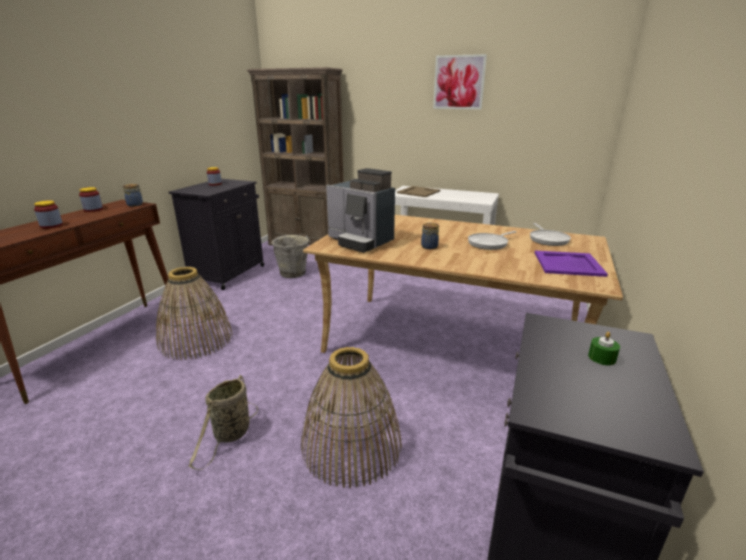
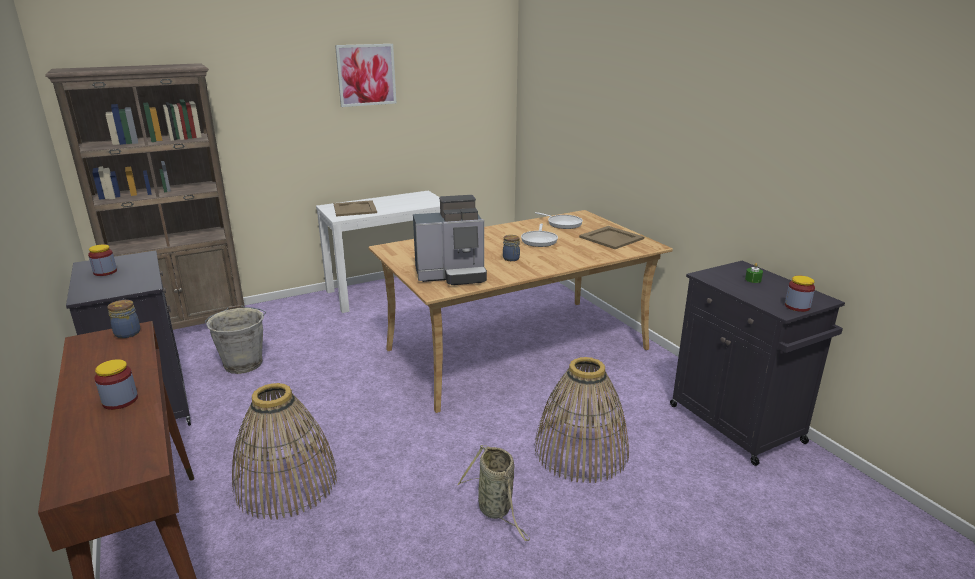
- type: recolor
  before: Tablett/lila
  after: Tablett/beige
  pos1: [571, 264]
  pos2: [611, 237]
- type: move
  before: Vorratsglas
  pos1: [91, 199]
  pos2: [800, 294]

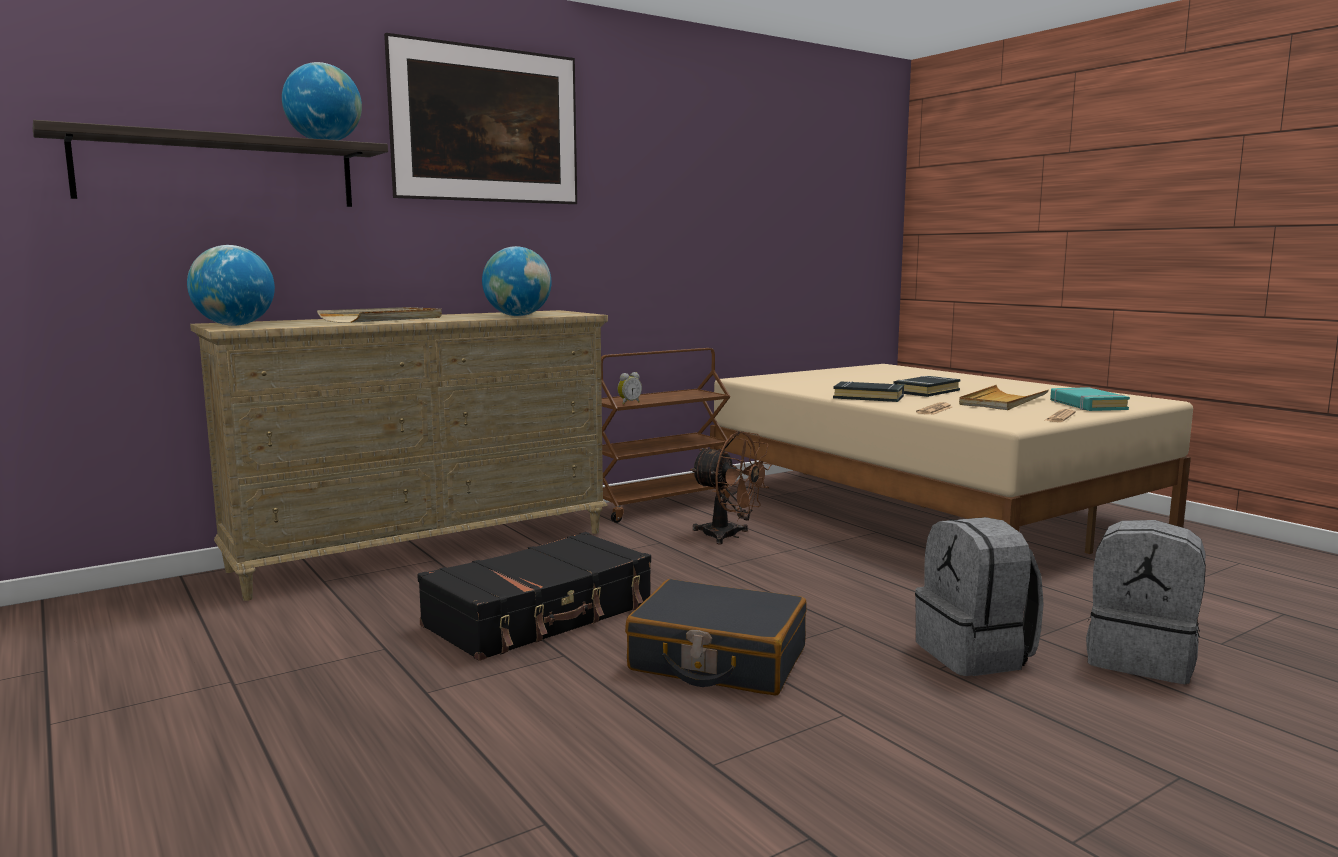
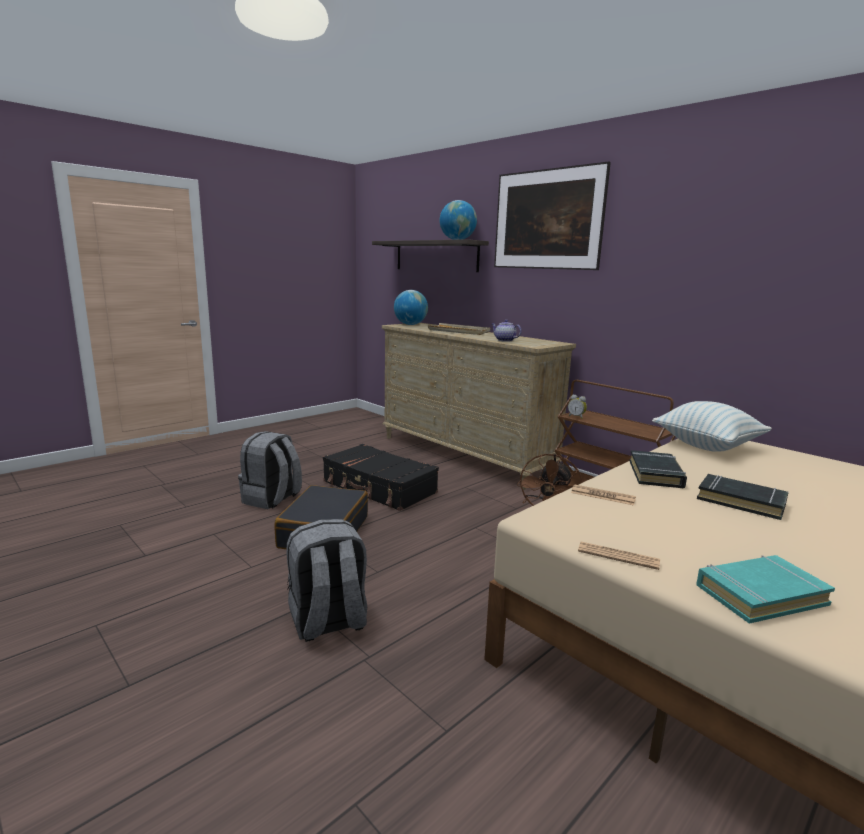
- type: move
  before: Rucksack/grau
  pos1: [1146, 602]
  pos2: [270, 470]
- type: replace
  before: Globus
  after: Teekanne
  pos1: [516, 281]
  pos2: [507, 331]
- type: insert
  after: Kissen
  pos2: [712, 426]
- type: delete
  before: Tablett/beige
  pos1: [1004, 397]

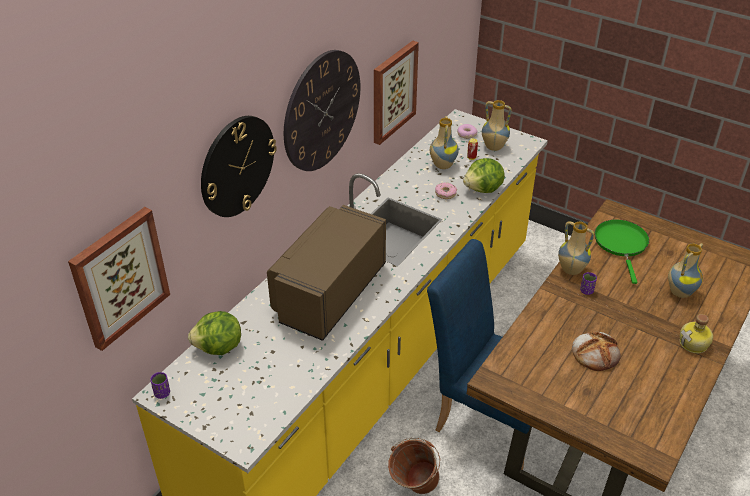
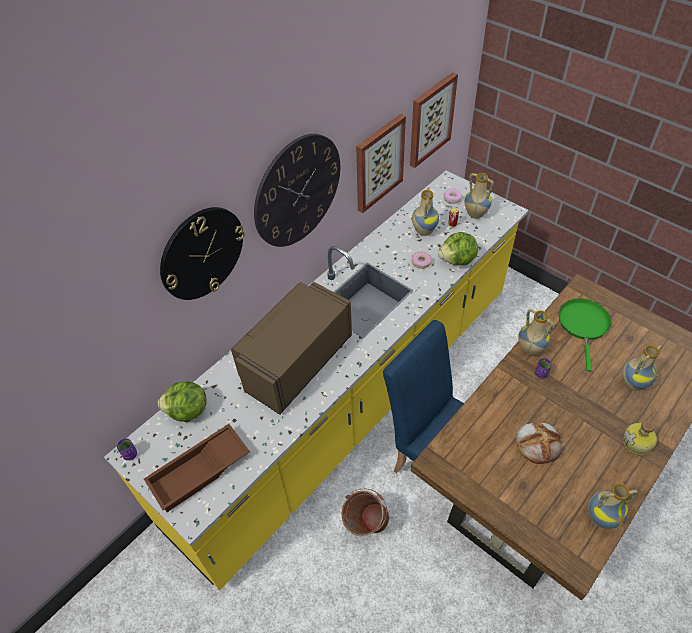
- type: insert
  after: Tablett/braun
  pos2: [197, 468]
- type: move
  before: Bild
  pos1: [119, 279]
  pos2: [434, 120]
- type: insert
  after: Vase
  pos2: [613, 506]

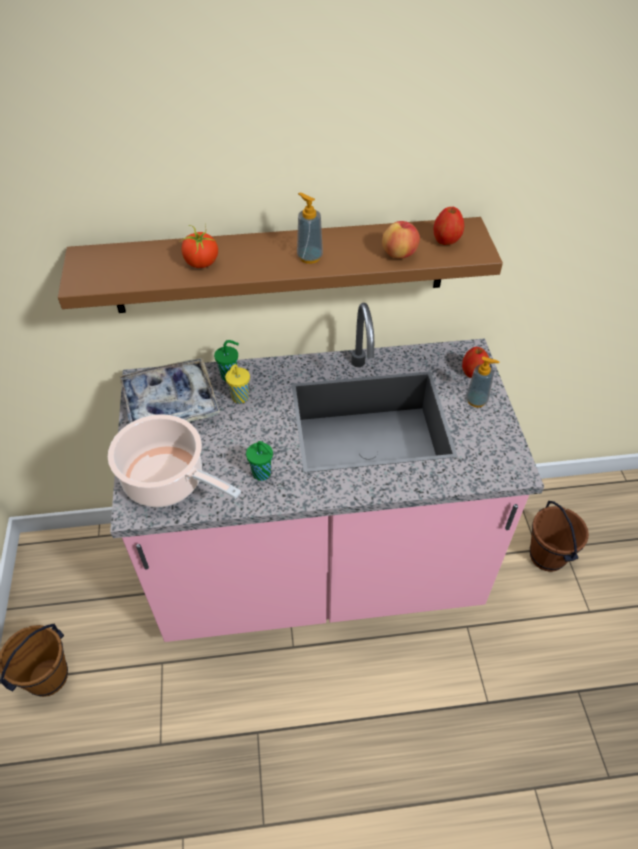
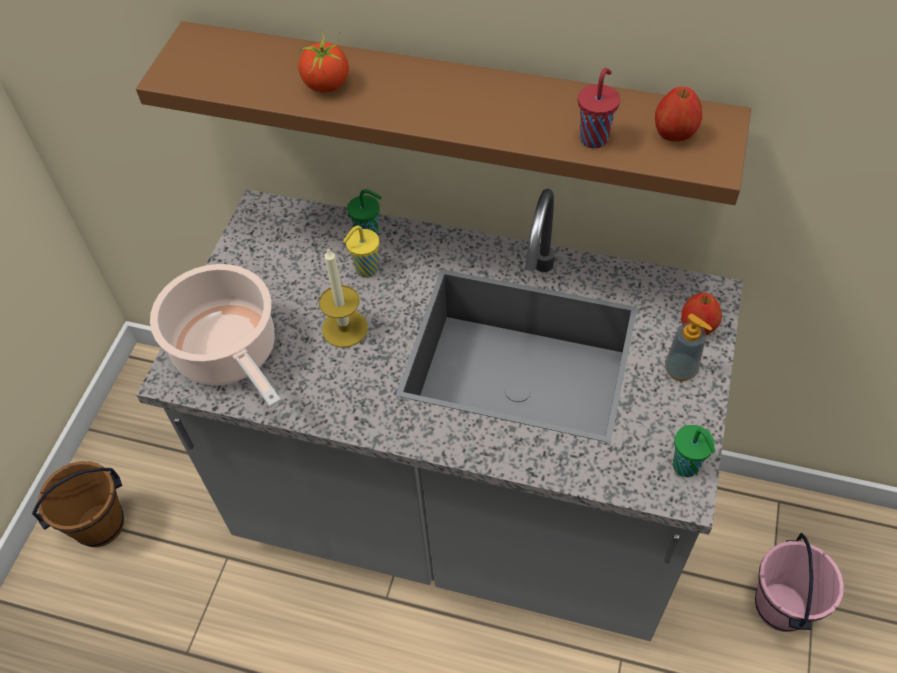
- type: recolor
  before: Küchenzeile/rosa
  after: Küchenzeile/grau
  pos1: [327, 472]
  pos2: [439, 415]
- type: insert
  after: Kerze
  pos2: [343, 298]
- type: replace
  before: Apfel
  after: Tasse/rot
  pos1: [401, 239]
  pos2: [599, 108]
- type: move
  before: Tasse/grün
  pos1: [259, 461]
  pos2: [694, 451]
- type: recolor
  before: Eimer/braun
  after: Eimer/rosa
  pos1: [559, 536]
  pos2: [799, 582]
- type: delete
  before: Tablett
  pos1: [170, 390]
- type: delete
  before: Seifenspender
  pos1: [310, 228]

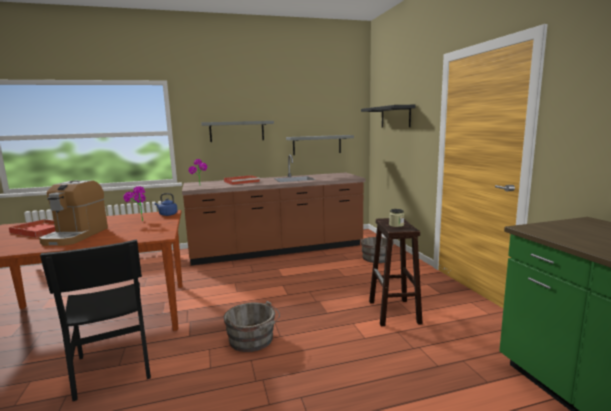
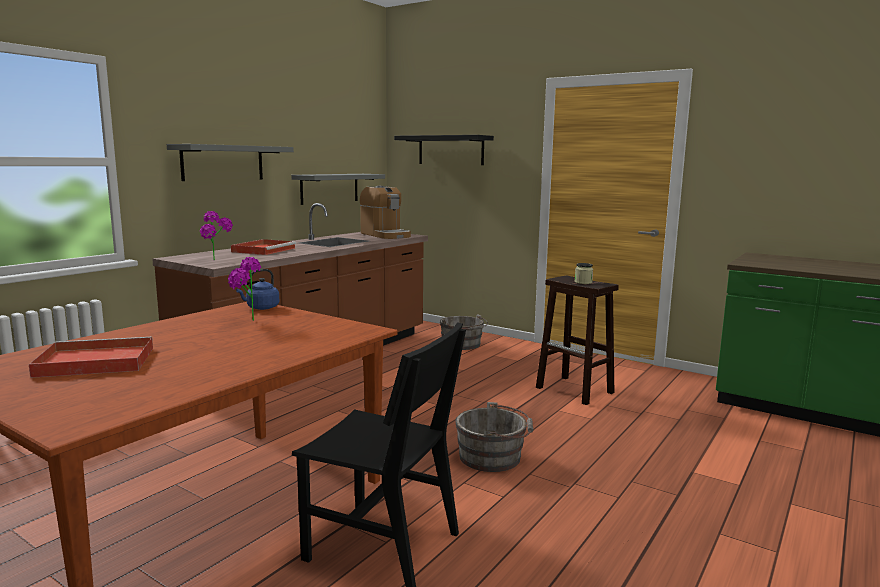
- type: move
  before: Kaffeemaschine
  pos1: [73, 213]
  pos2: [385, 212]

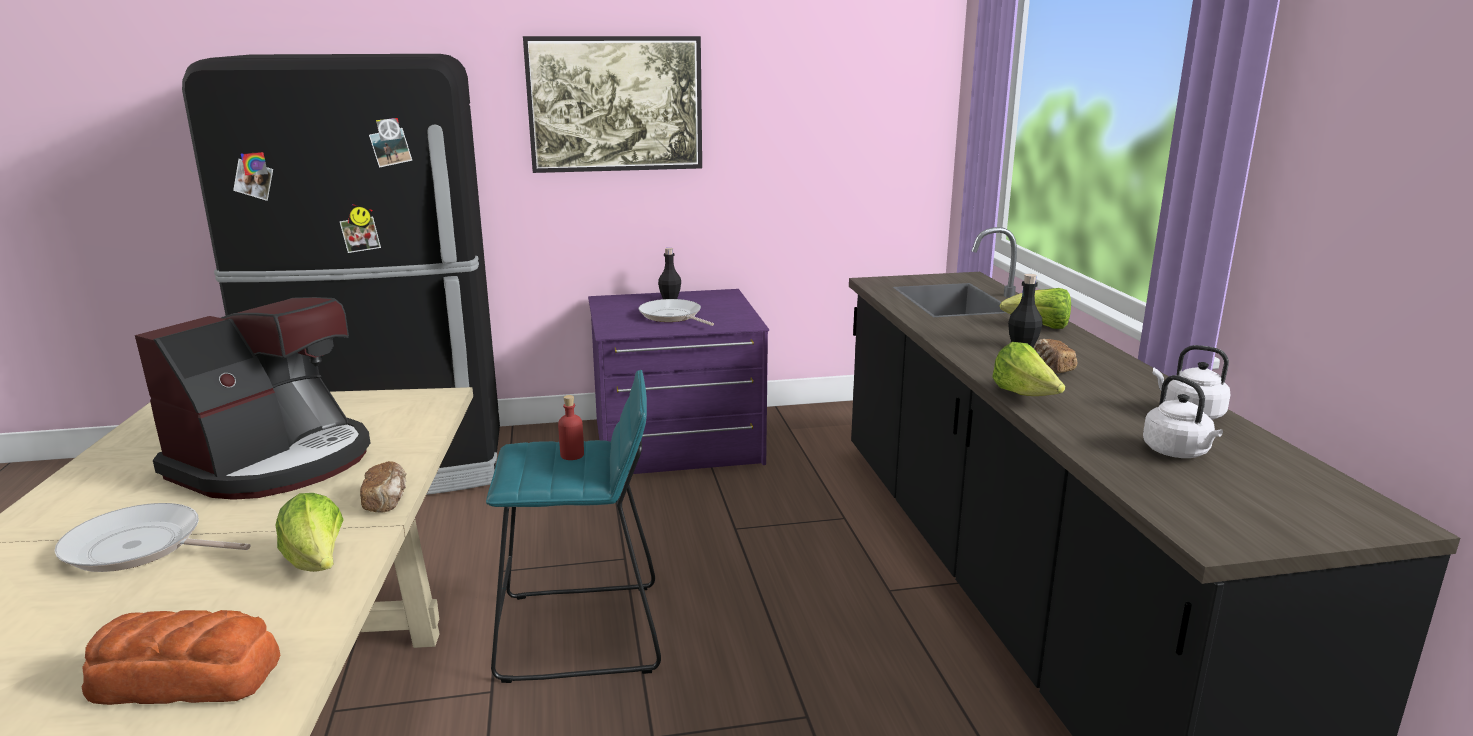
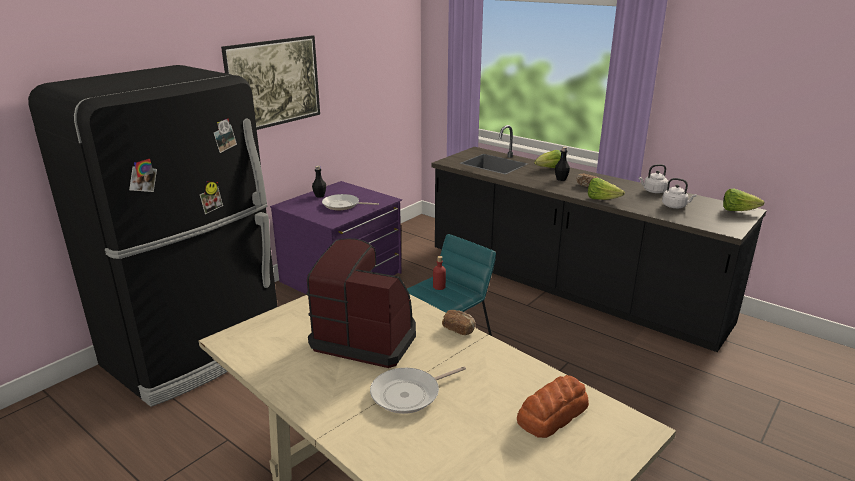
- type: rotate
  before: Kaffeemaschine
  pos1: [253, 398]
  pos2: [361, 303]
  turn: -60
- type: move
  before: Salatkopf
  pos1: [309, 532]
  pos2: [743, 199]

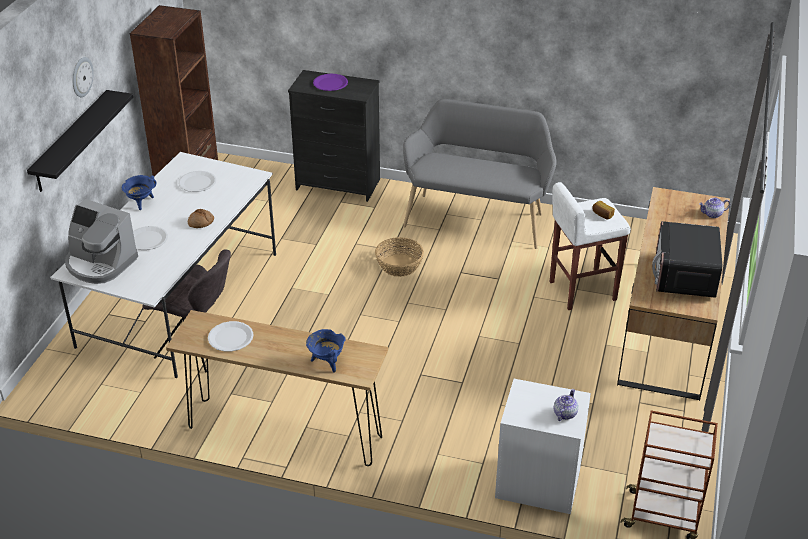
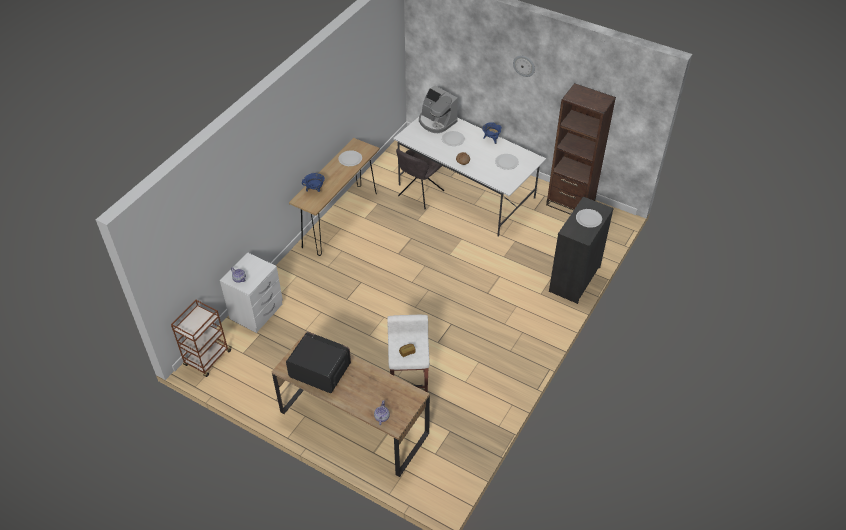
- type: rotate
  before: Kaffeemaschine
  pos1: [101, 241]
  pos2: [438, 109]
  turn: -90
- type: recolor
  before: Teller/lila
  after: Teller/weiß
  pos1: [330, 82]
  pos2: [589, 218]
- type: delete
  before: Wandregal/schwarz
  pos1: [80, 141]
- type: delete
  before: Korb
  pos1: [399, 257]
- type: delete
  before: Bank/grau
  pos1: [480, 174]

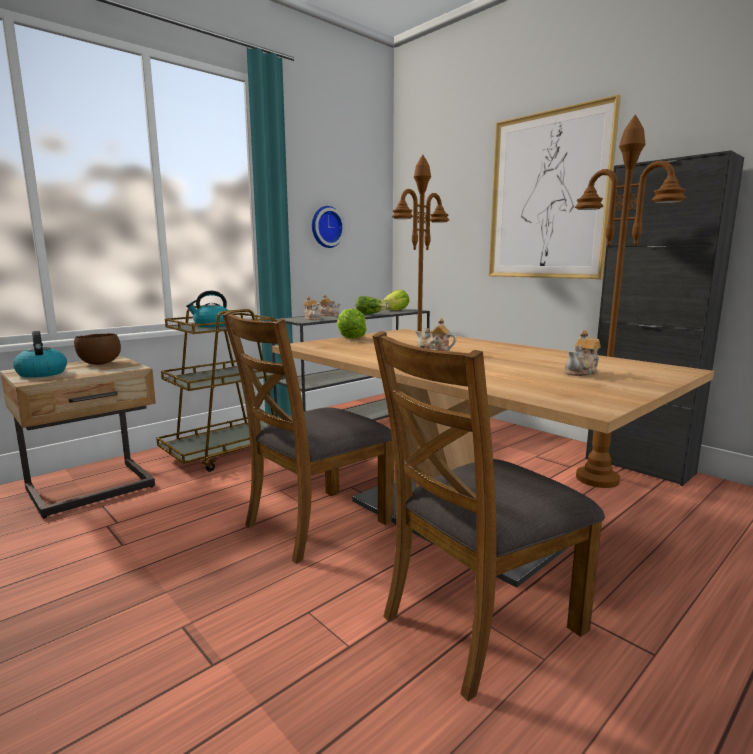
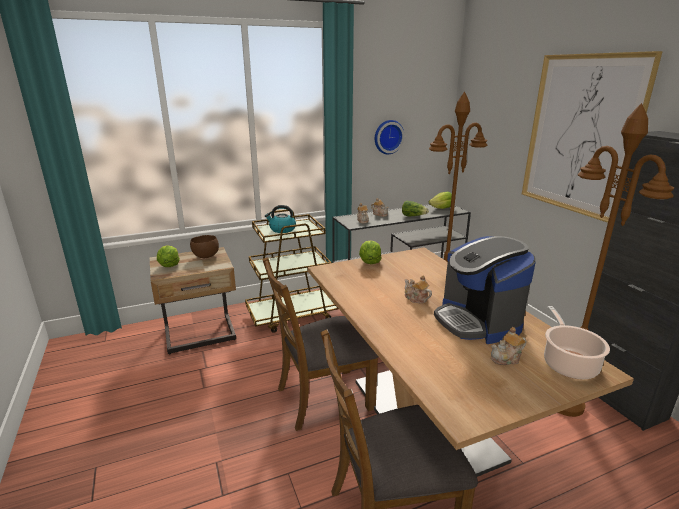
- type: replace
  before: Wasserkessel
  after: Salatkopf
  pos1: [40, 354]
  pos2: [168, 256]
- type: insert
  after: Kaffeemaschine
  pos2: [485, 290]
- type: insert
  after: Kochtopf
  pos2: [577, 342]

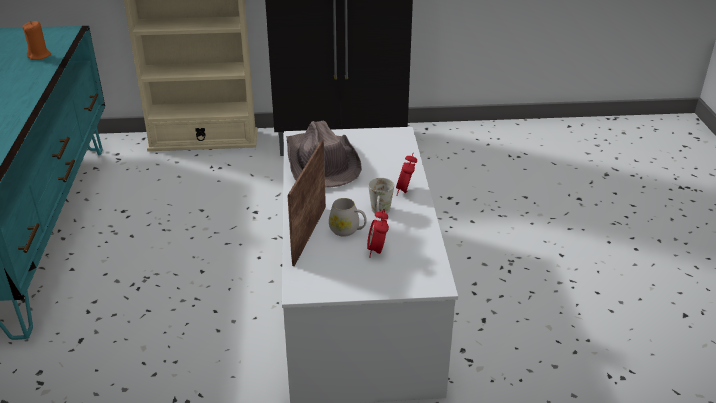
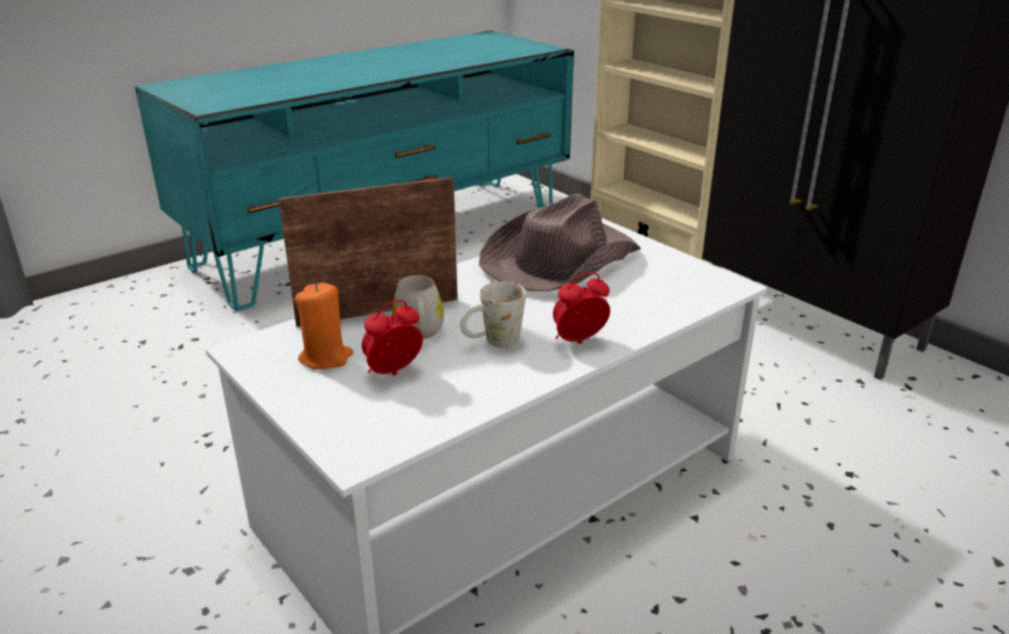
- type: move
  before: Kerze/orange
  pos1: [37, 40]
  pos2: [324, 326]

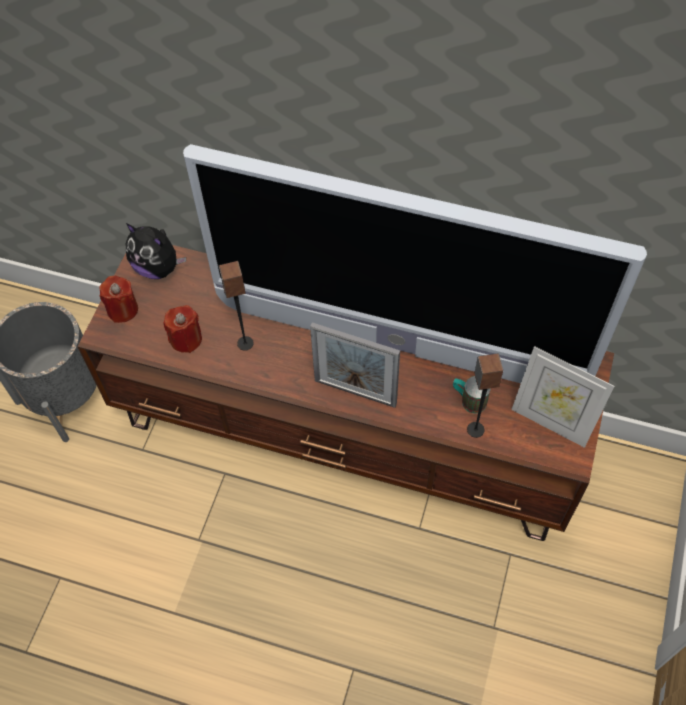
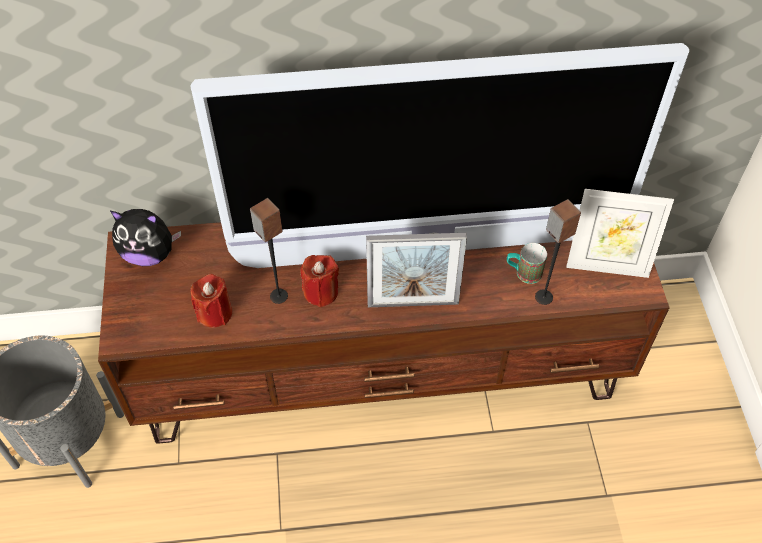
- type: move
  before: Kerze/rot
  pos1: [119, 299]
  pos2: [319, 281]

